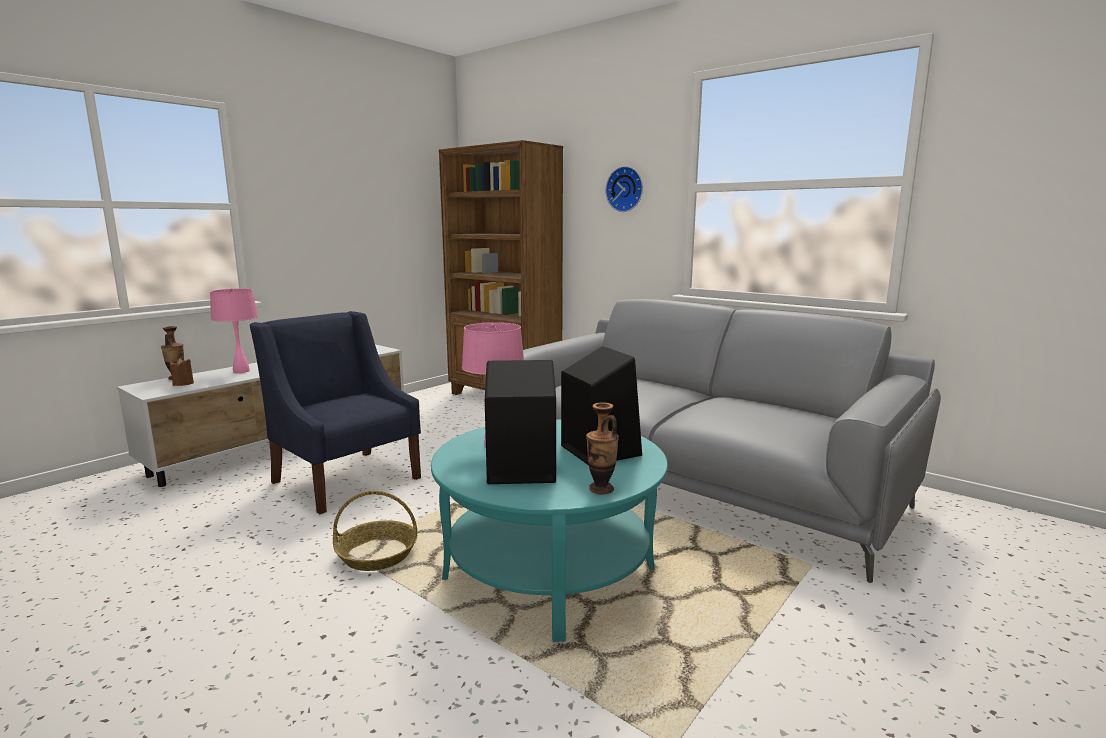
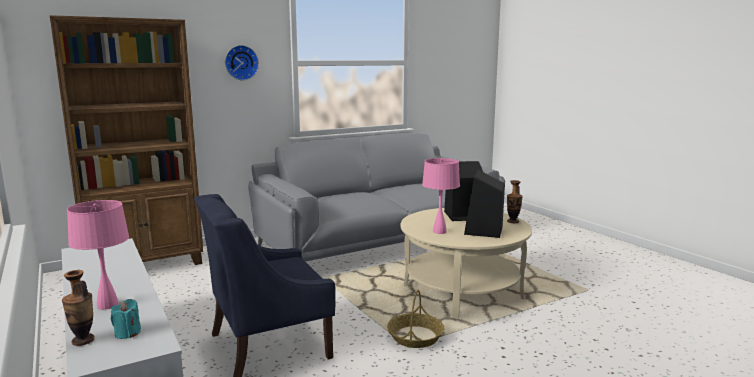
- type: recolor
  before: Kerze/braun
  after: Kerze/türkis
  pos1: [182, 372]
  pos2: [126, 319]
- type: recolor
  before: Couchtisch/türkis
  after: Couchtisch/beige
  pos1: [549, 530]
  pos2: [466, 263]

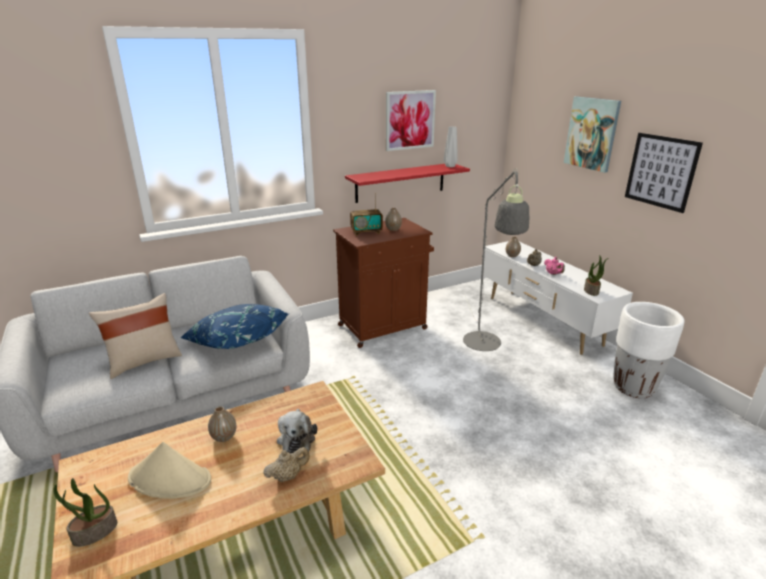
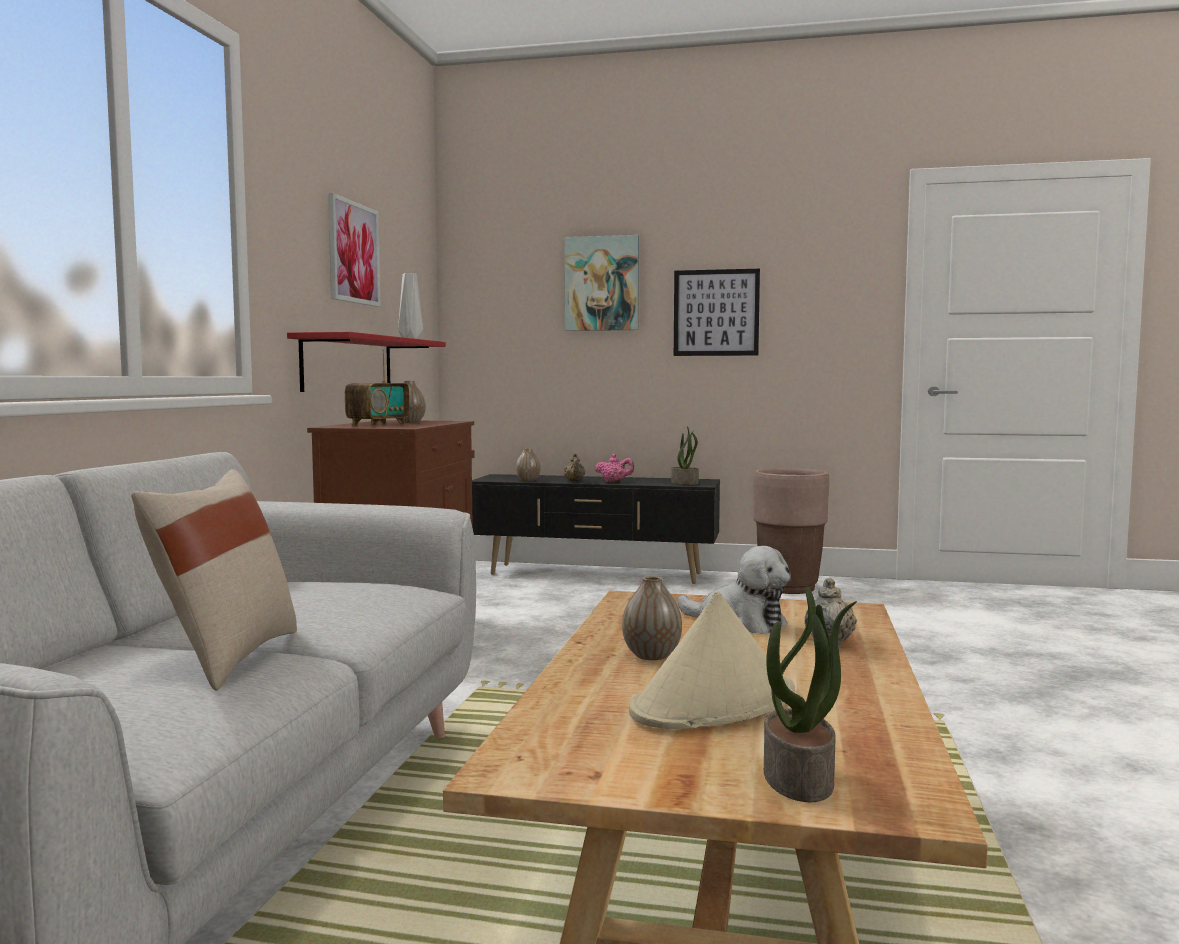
- type: recolor
  before: Fernsehschrank/weiß
  after: Fernsehschrank/schwarz
  pos1: [558, 298]
  pos2: [596, 529]
- type: recolor
  before: Pflanzkübel/weiß
  after: Pflanzkübel/braun
  pos1: [648, 350]
  pos2: [791, 531]
- type: delete
  before: Kissen/blau
  pos1: [234, 326]
- type: delete
  before: Stehlampe/grau
  pos1: [496, 260]

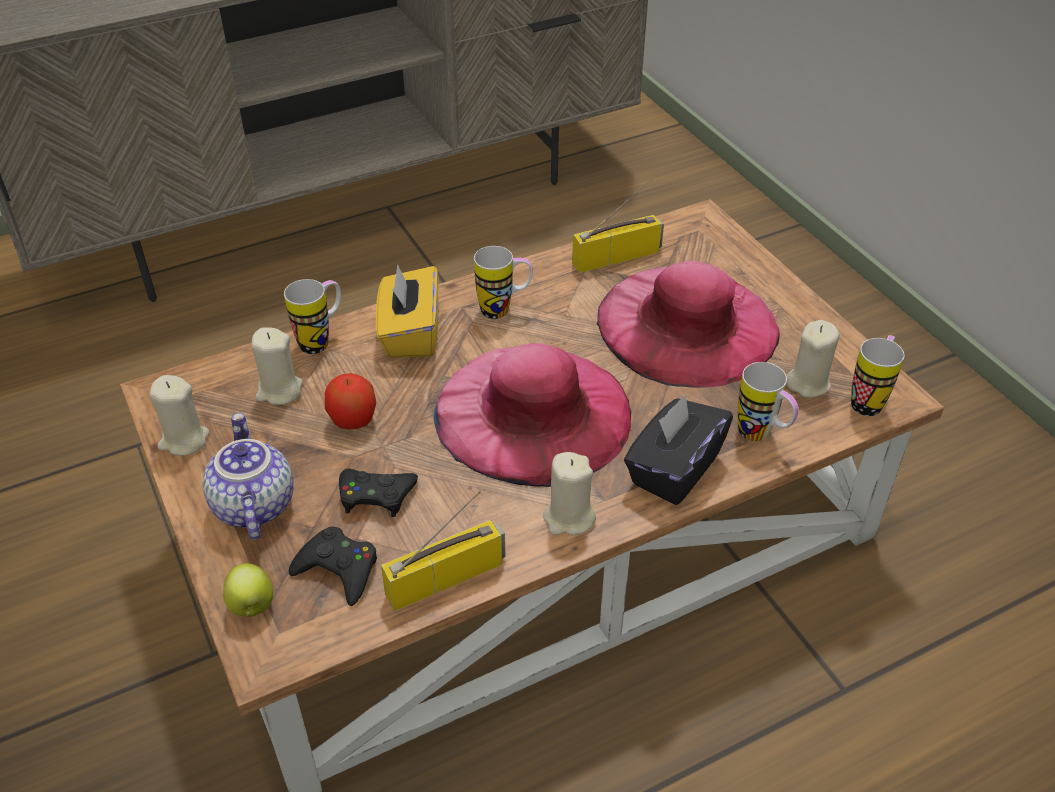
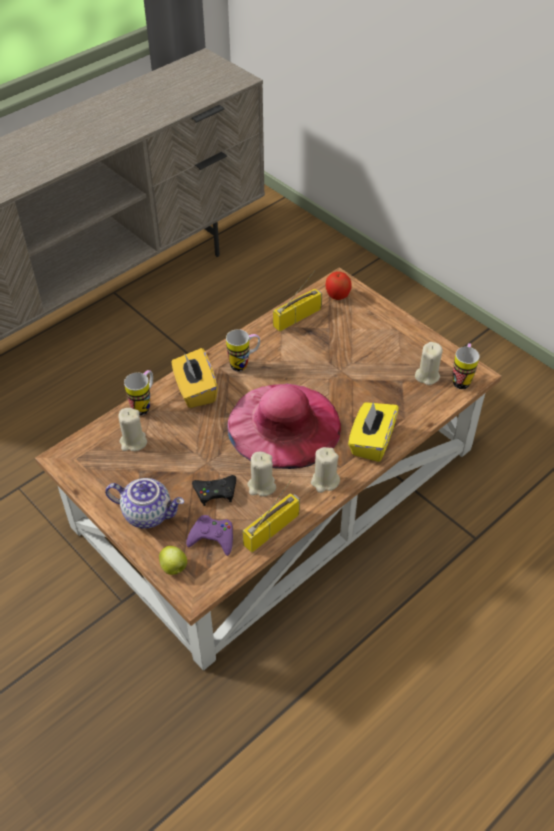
- type: rotate
  before: Teekanne
  pos1: [248, 476]
  pos2: [144, 503]
  turn: 135
- type: recolor
  before: Gamepad/schwarz
  after: Gamepad/lila
  pos1: [333, 566]
  pos2: [209, 535]
- type: move
  before: Kerze/beige
  pos1: [179, 415]
  pos2: [261, 474]
- type: move
  before: Apfel
  pos1: [350, 401]
  pos2: [339, 286]
- type: recolor
  before: Taschentuchbox/schwarz
  after: Taschentuchbox/gelb
  pos1: [678, 449]
  pos2: [373, 432]
- type: delete
  before: Hut/rosa
  pos1: [688, 324]
- type: delete
  before: Henkelbecher
  pos1: [768, 401]

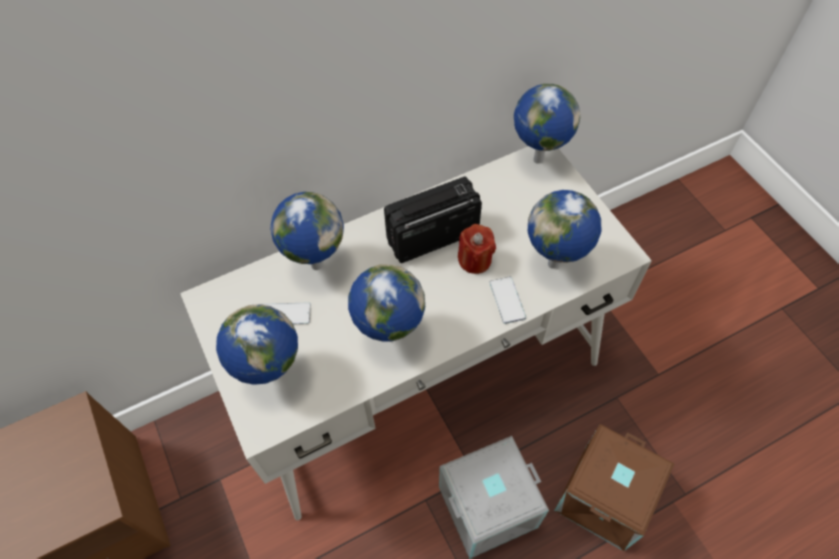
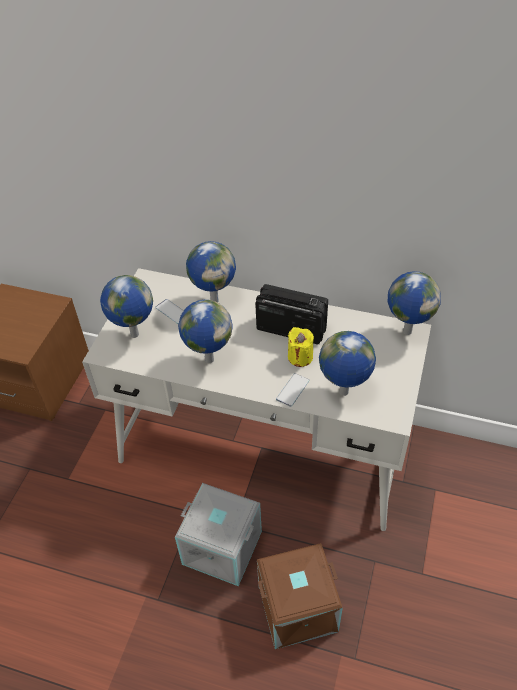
- type: recolor
  before: Kerze/rot
  after: Kerze/gelb
  pos1: [477, 249]
  pos2: [301, 347]

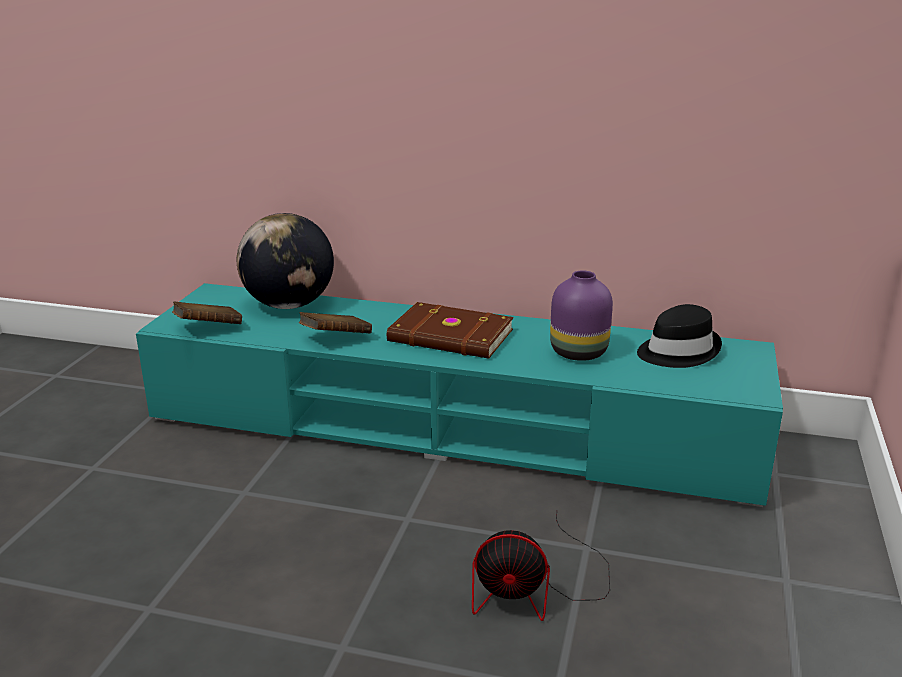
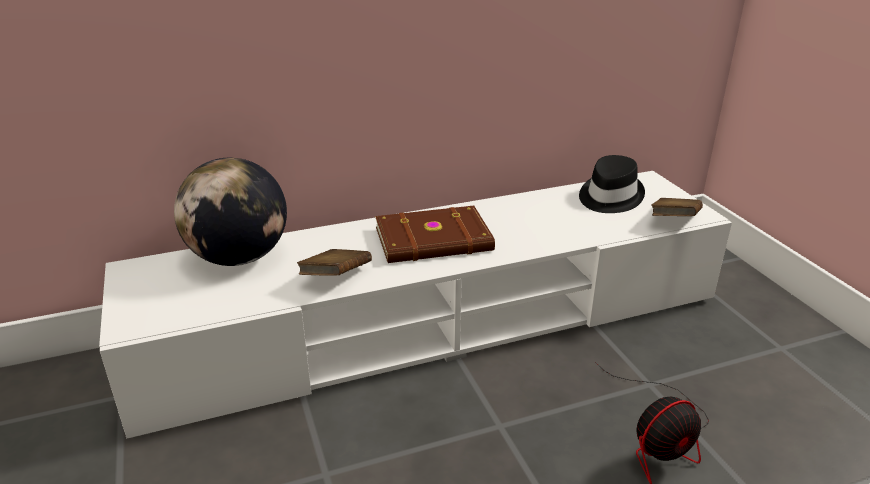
- type: recolor
  before: Fernsehschrank/türkis
  after: Fernsehschrank/weiß
  pos1: [459, 395]
  pos2: [415, 304]
- type: move
  before: Buch/braun
  pos1: [207, 312]
  pos2: [677, 207]
- type: delete
  before: Vase/lila
  pos1: [581, 315]

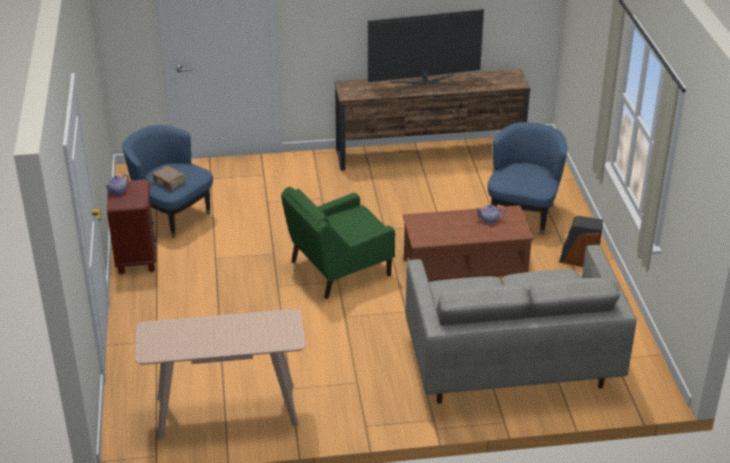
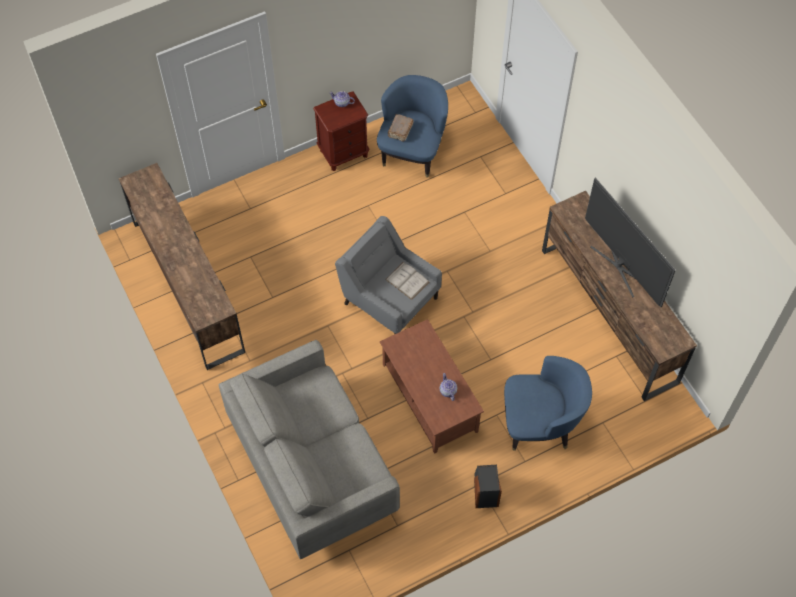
- type: replace
  before: Konsolentisch/beige
  after: Fernsehschrank/braun
  pos1: [220, 374]
  pos2: [182, 266]
- type: recolor
  before: Sessel/grün
  after: Sessel/grau
  pos1: [338, 243]
  pos2: [388, 275]
- type: insert
  after: Buch/weiß
  pos2: [407, 281]

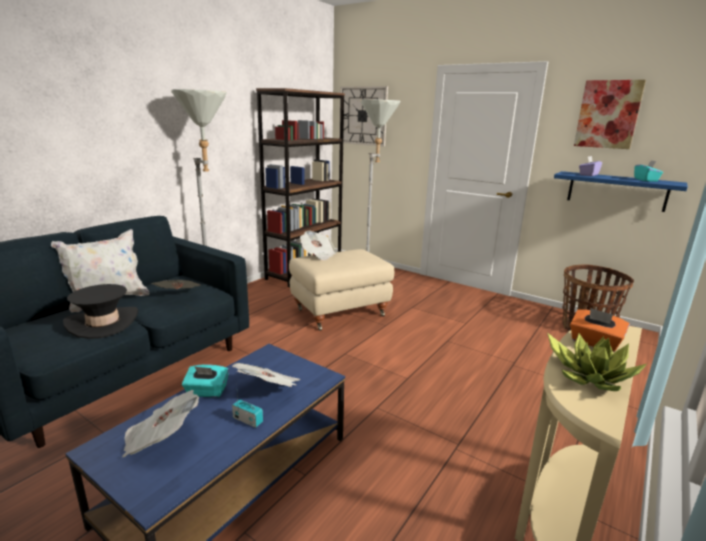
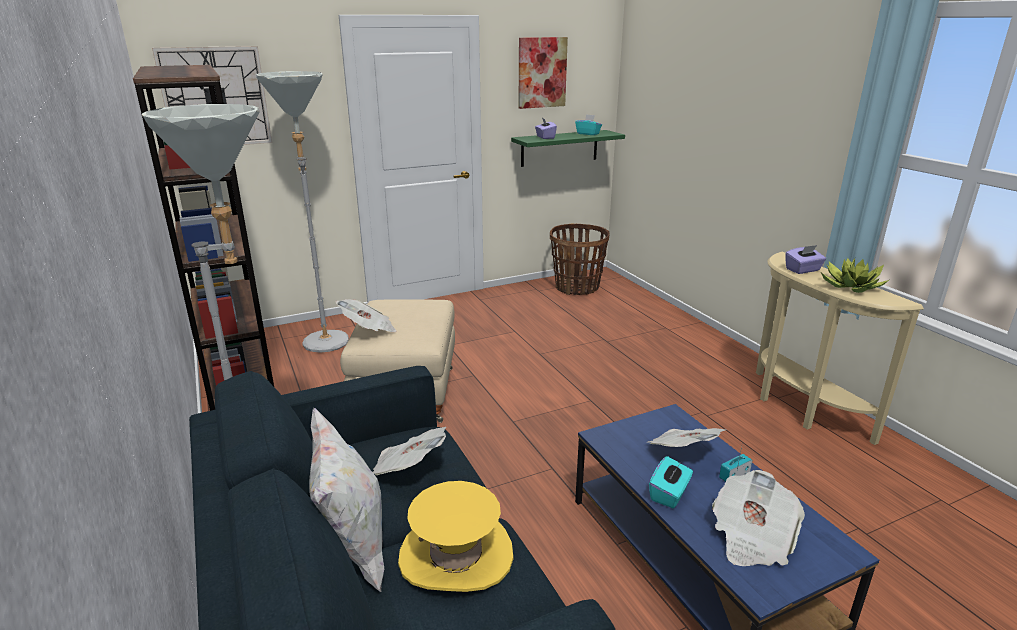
- type: recolor
  before: Hut/schwarz
  after: Hut/gelb
  pos1: [100, 311]
  pos2: [456, 536]
- type: recolor
  before: Wandregal/blau
  after: Wandregal/grün
  pos1: [621, 191]
  pos2: [568, 148]
- type: recolor
  before: Taschentuchbox/orange
  after: Taschentuchbox/lila
  pos1: [600, 330]
  pos2: [805, 259]

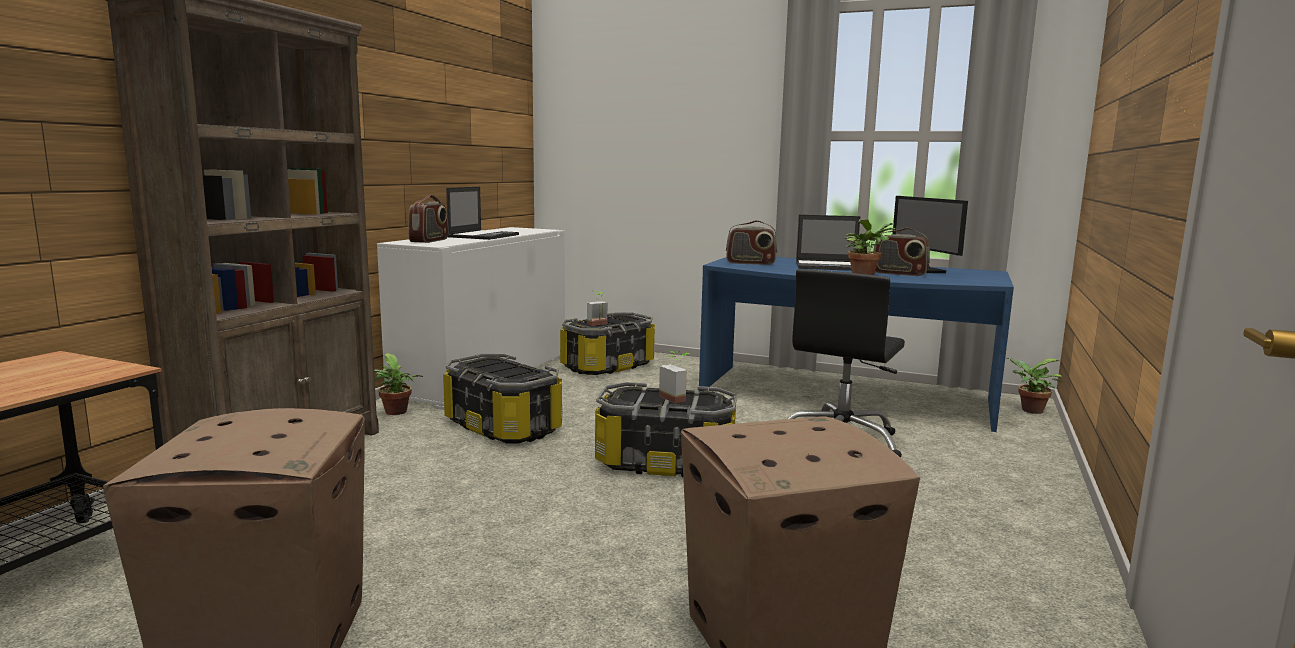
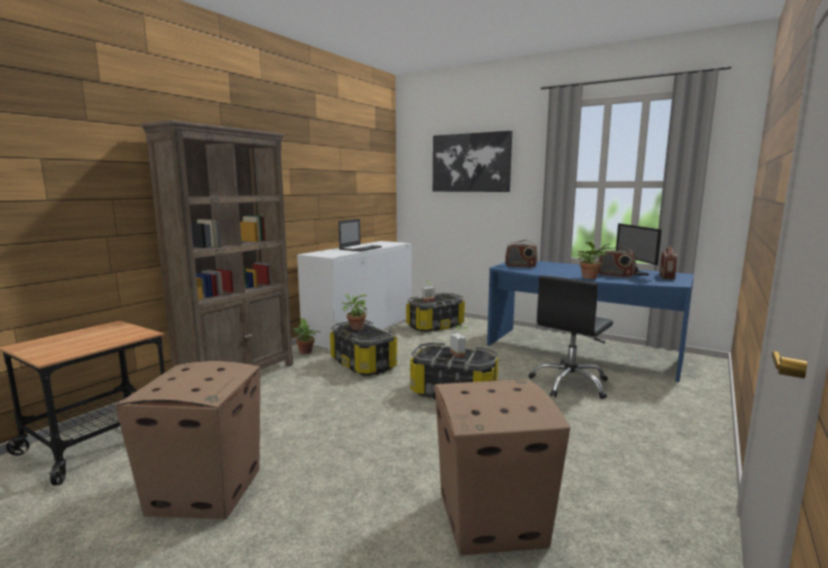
- type: move
  before: Topfpflanze
  pos1: [1034, 386]
  pos2: [354, 312]
- type: insert
  after: Bild
  pos2: [472, 161]
- type: move
  before: Radio
  pos1: [428, 219]
  pos2: [668, 263]
- type: delete
  before: Laptop
  pos1: [828, 243]

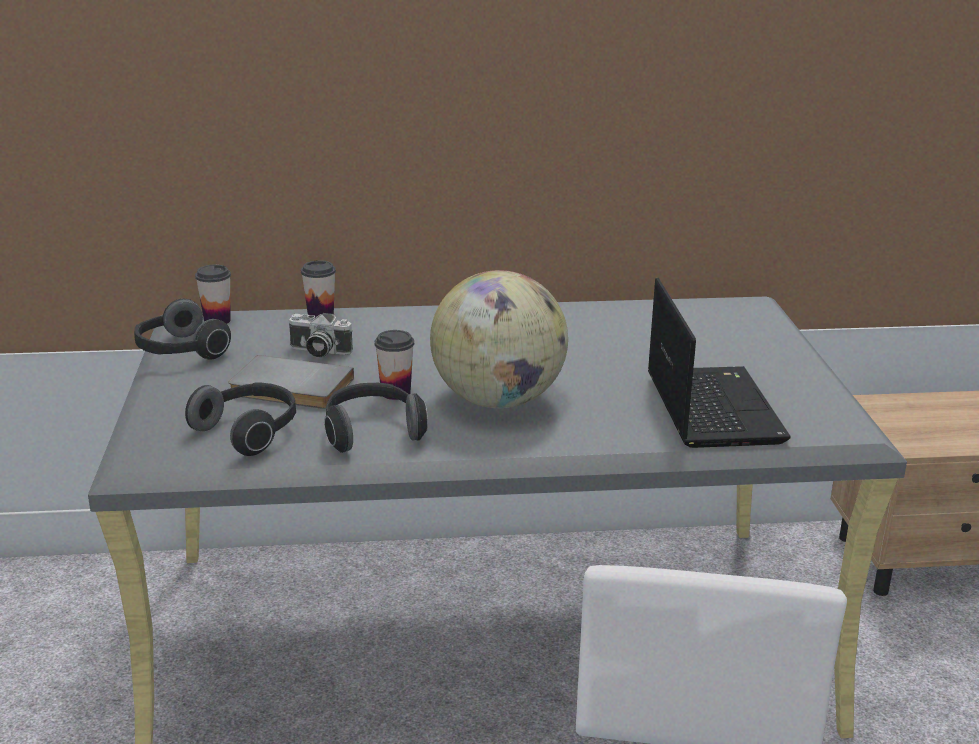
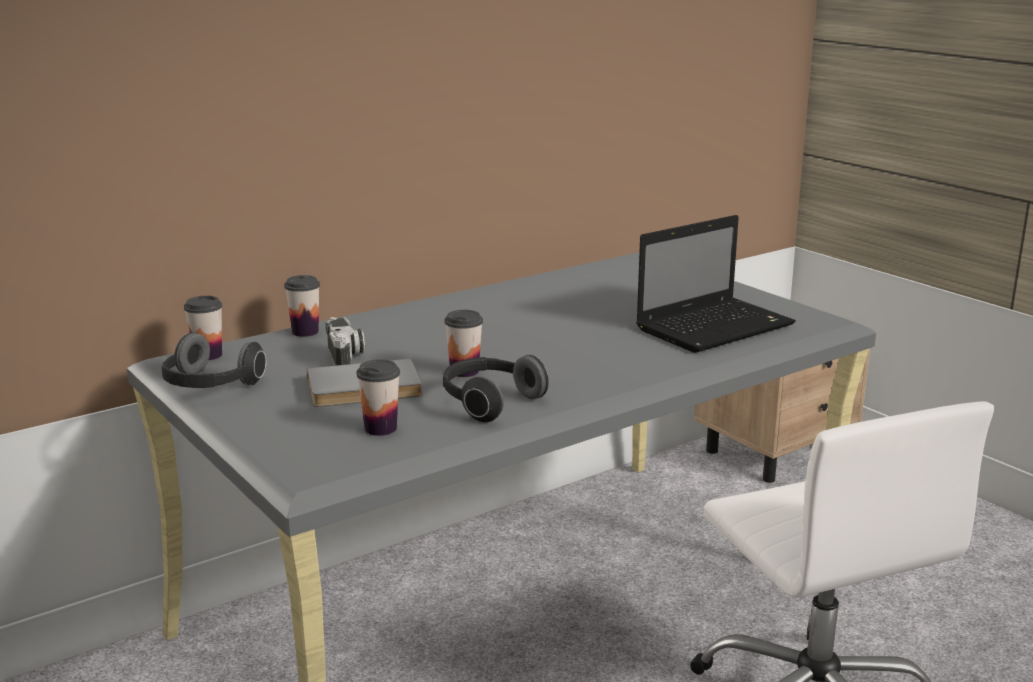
- type: rotate
  before: Kamera
  pos1: [320, 335]
  pos2: [345, 341]
  turn: -90
- type: replace
  before: Kopfhörer
  after: Tasse
  pos1: [240, 419]
  pos2: [378, 397]
- type: rotate
  before: Laptop
  pos1: [719, 363]
  pos2: [716, 284]
  turn: 90
- type: delete
  before: Globus
  pos1: [499, 339]

